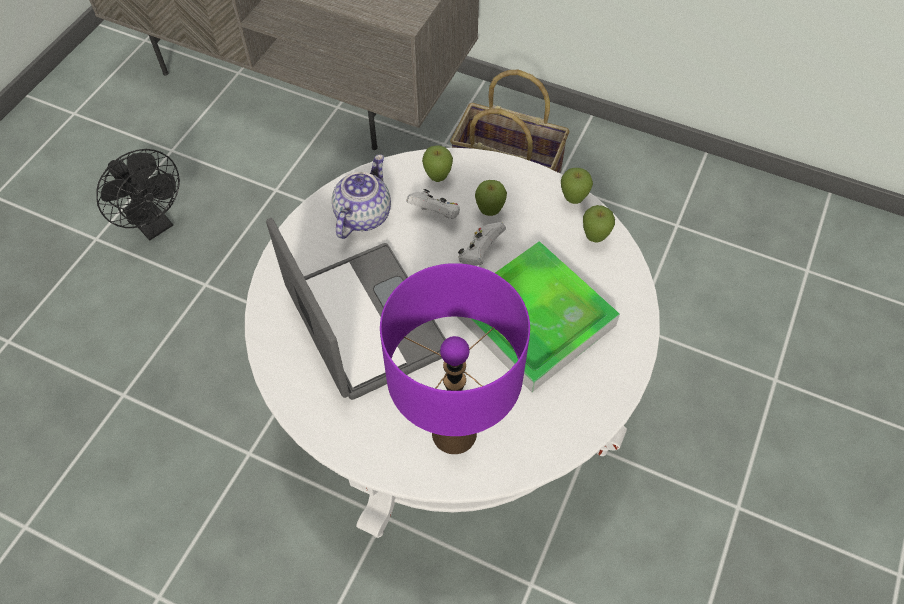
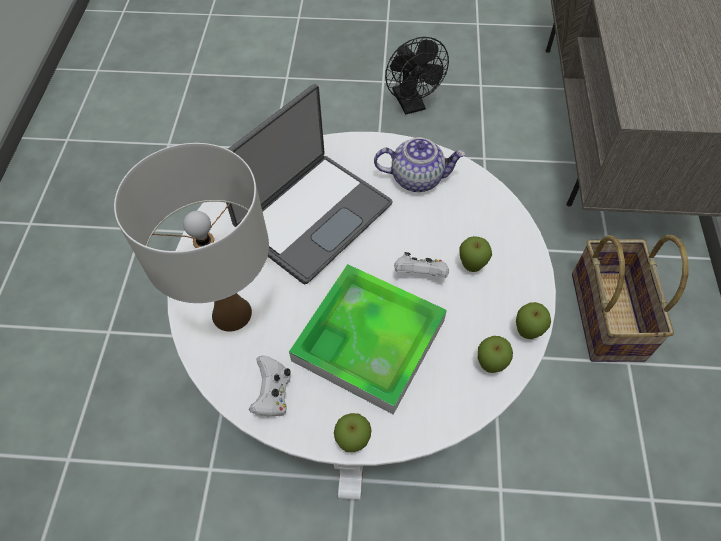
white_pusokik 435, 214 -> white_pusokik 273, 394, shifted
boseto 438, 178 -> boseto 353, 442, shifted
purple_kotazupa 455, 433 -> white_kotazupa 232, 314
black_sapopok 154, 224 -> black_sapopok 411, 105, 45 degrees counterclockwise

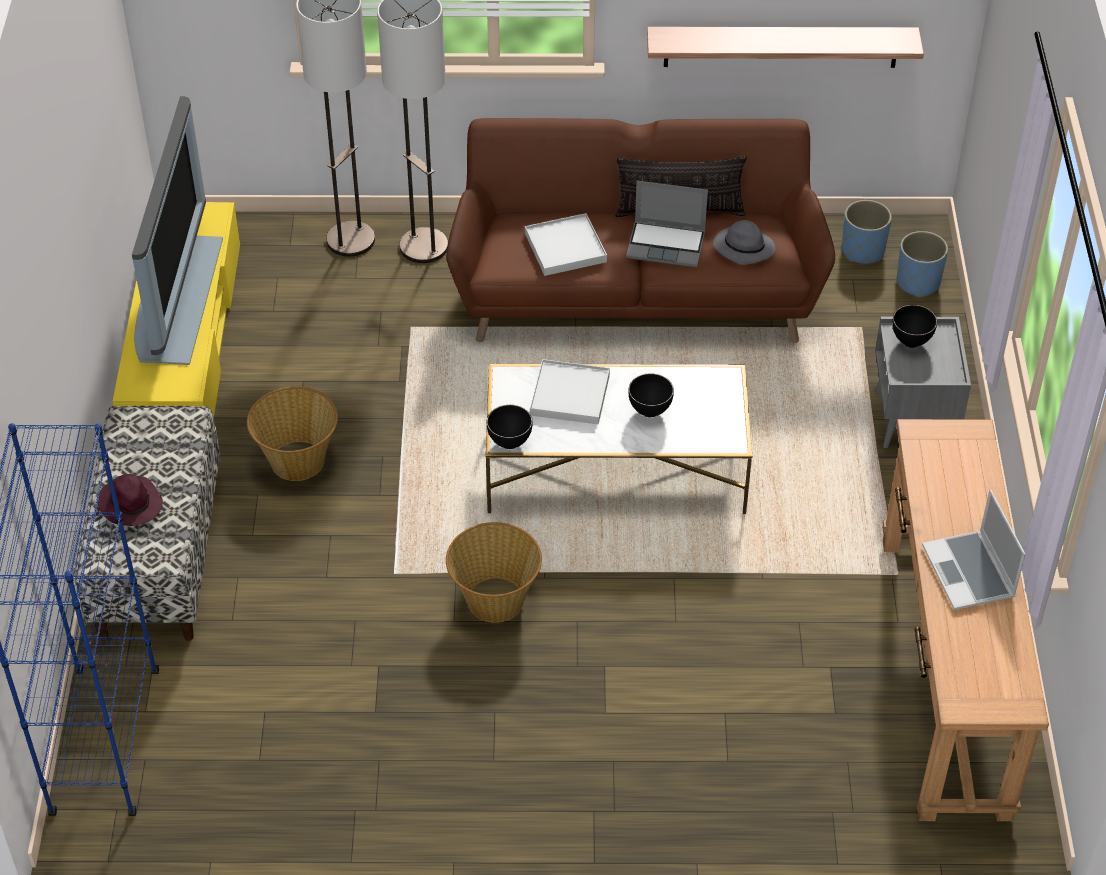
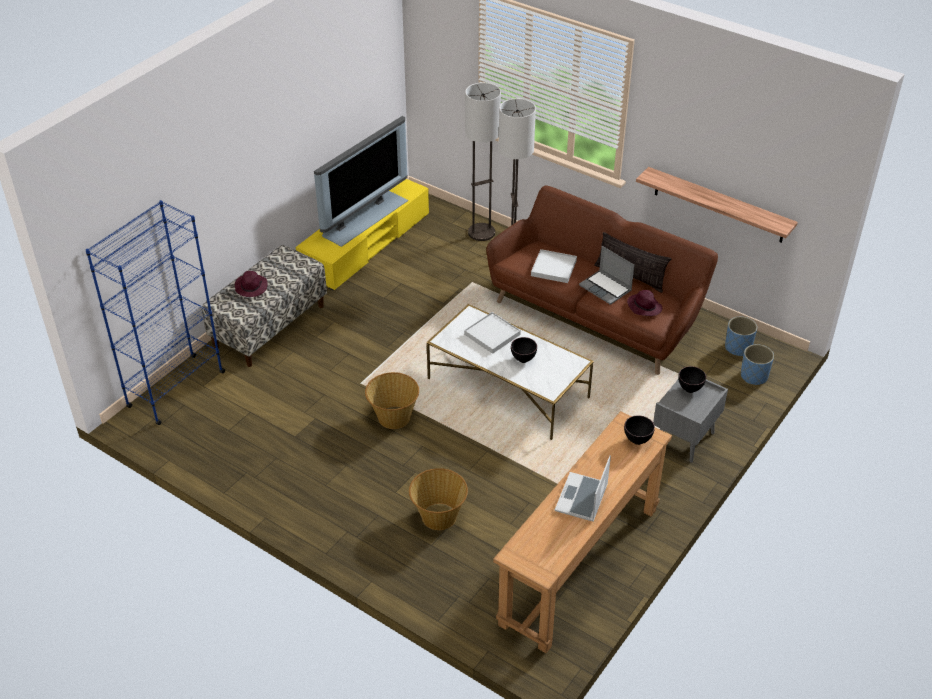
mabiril 297, 462 -> mabiril 438, 517, shifted
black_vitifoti 510, 444 -> black_vitifoti 637, 441, shifted
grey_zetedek 742, 248 -> purple_zetedek 644, 306

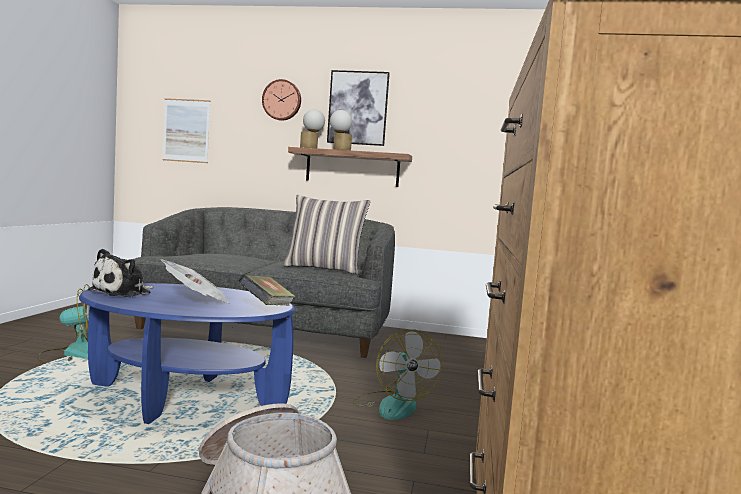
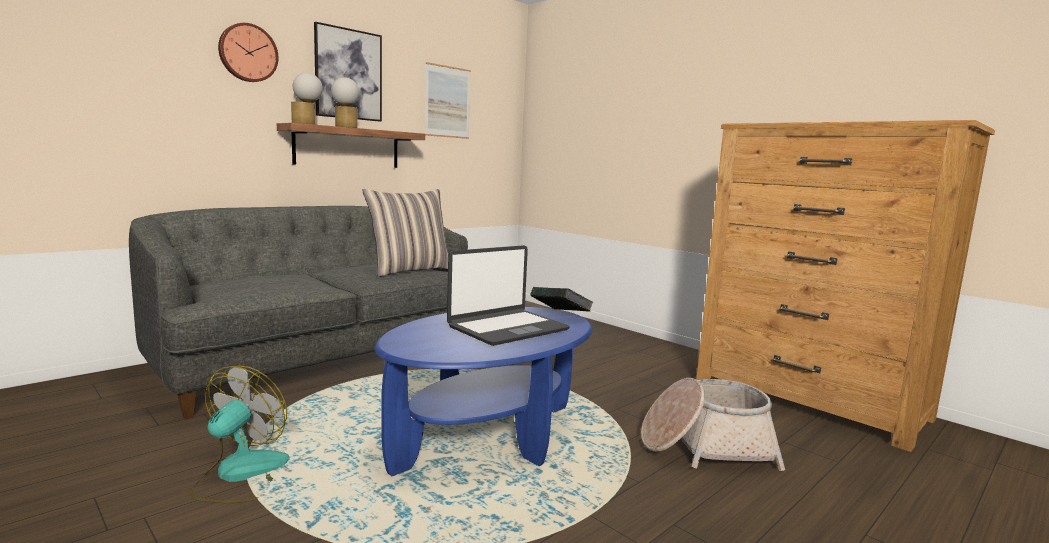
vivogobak 123, 292 -> none
sapopok 392, 405 -> none
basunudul 186, 130 -> basunudul 447, 102, shifted
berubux 196, 300 -> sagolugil 507, 328

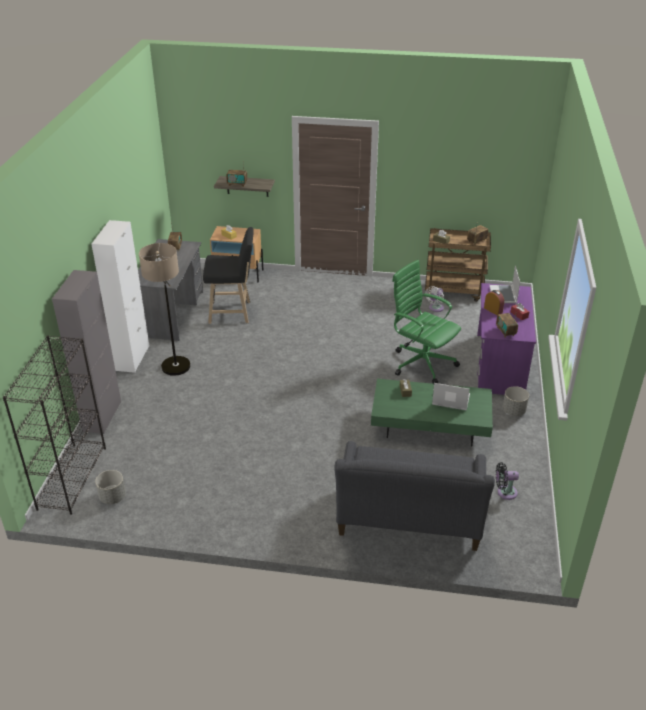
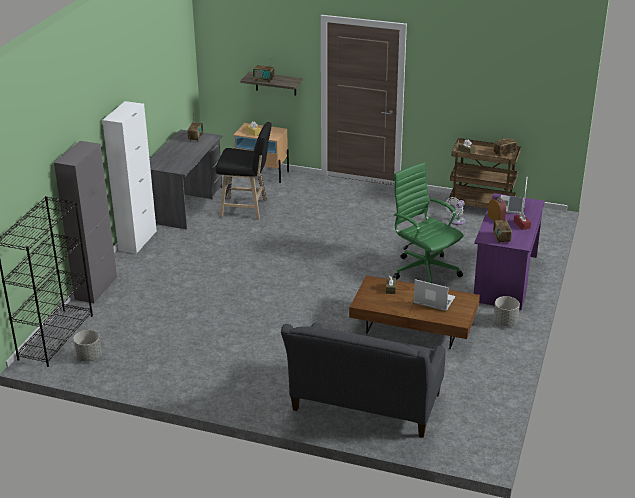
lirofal 175, 374 -> none
black_sapopok 504, 492 -> none
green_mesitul 429, 426 -> brown_mesitul 413, 327

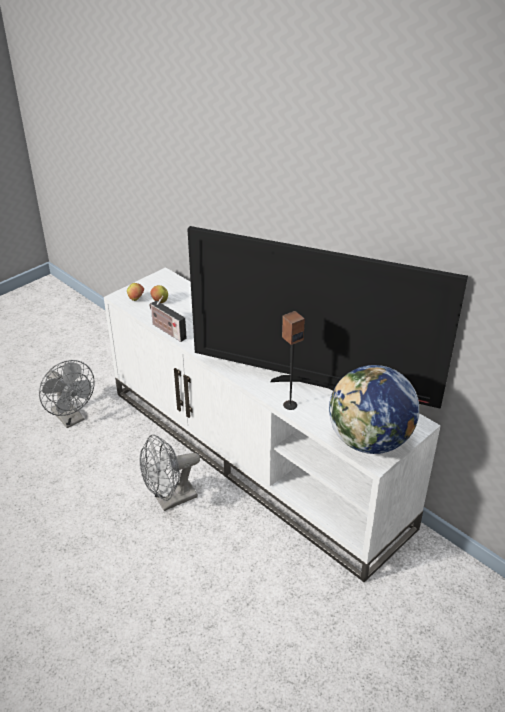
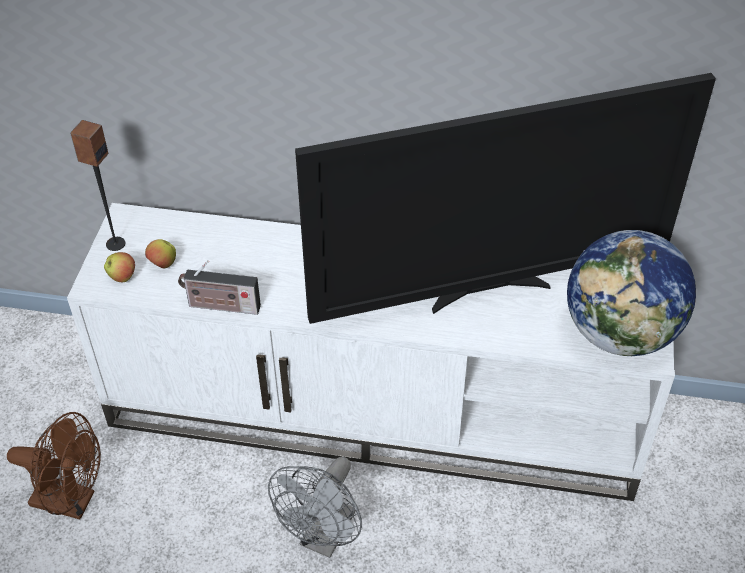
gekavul 290, 405 -> gekavul 115, 243, shifted
grey_sapopok 71, 418 -> brown_sapopok 72, 501

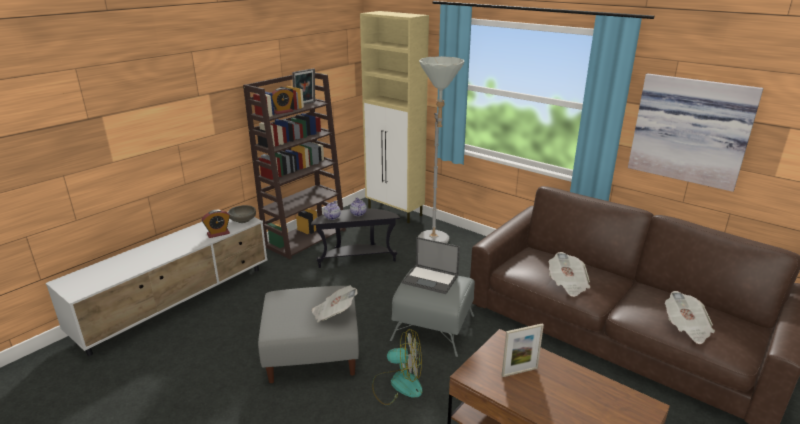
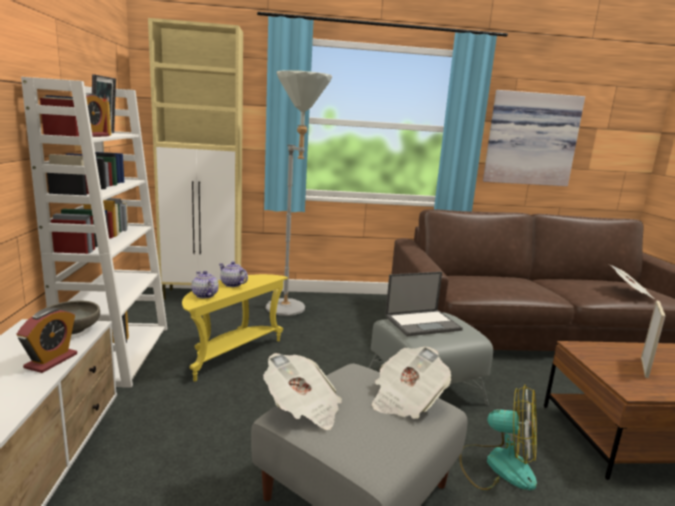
berubux 567, 284 -> berubux 303, 408, shifted
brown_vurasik 305, 237 -> white_vurasik 117, 353
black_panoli 356, 259 -> yellow_panoli 231, 354
sapopok 398, 384 -> sapopok 498, 465, 60 degrees clockwise

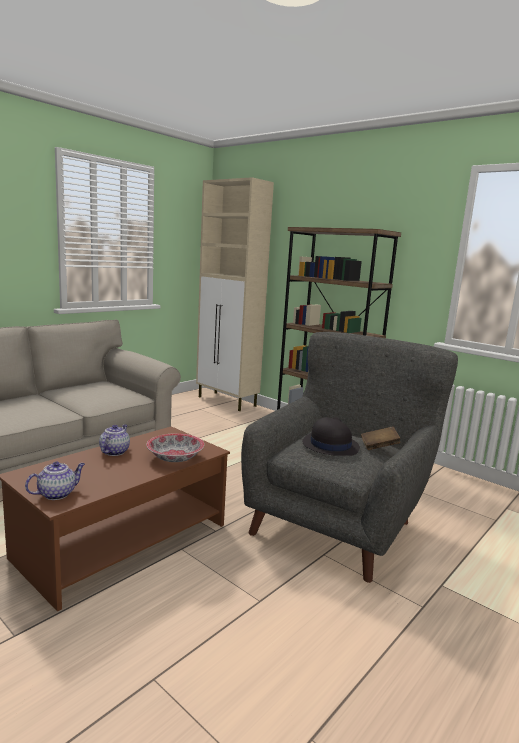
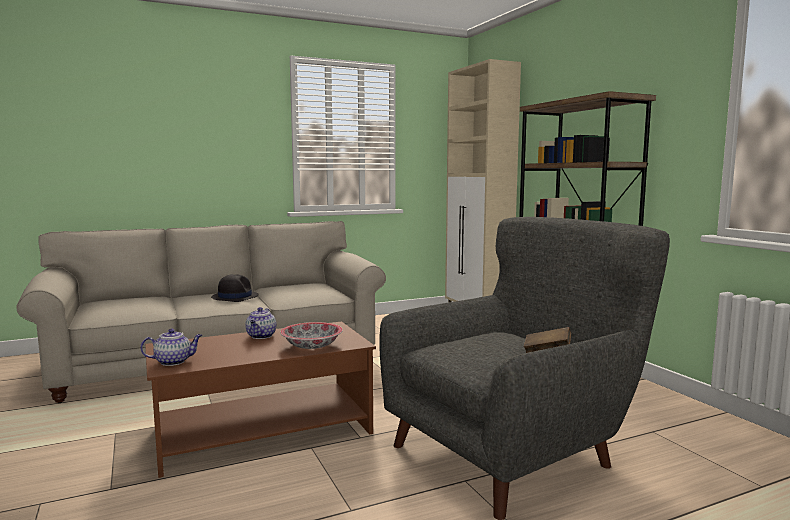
black_zetedek 330, 445 -> black_zetedek 235, 297, shifted
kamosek 114, 451 -> kamosek 261, 336, 150 degrees clockwise

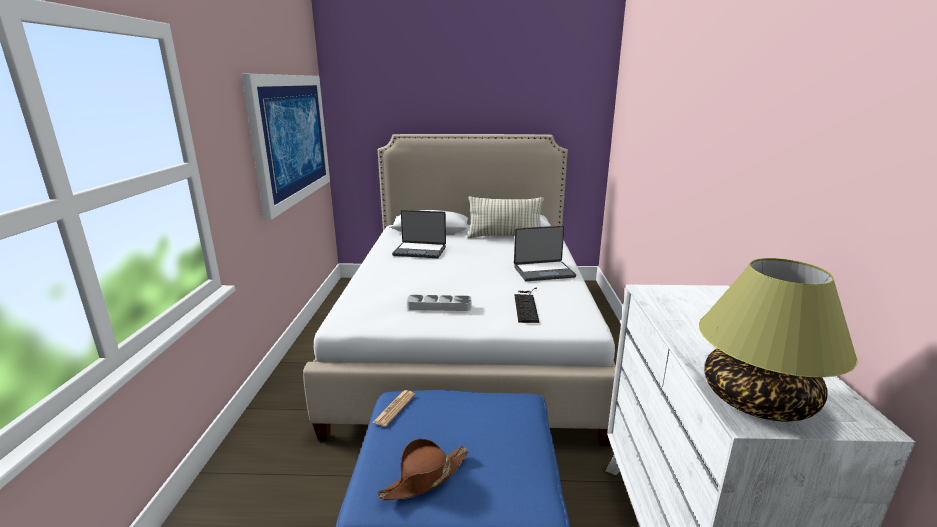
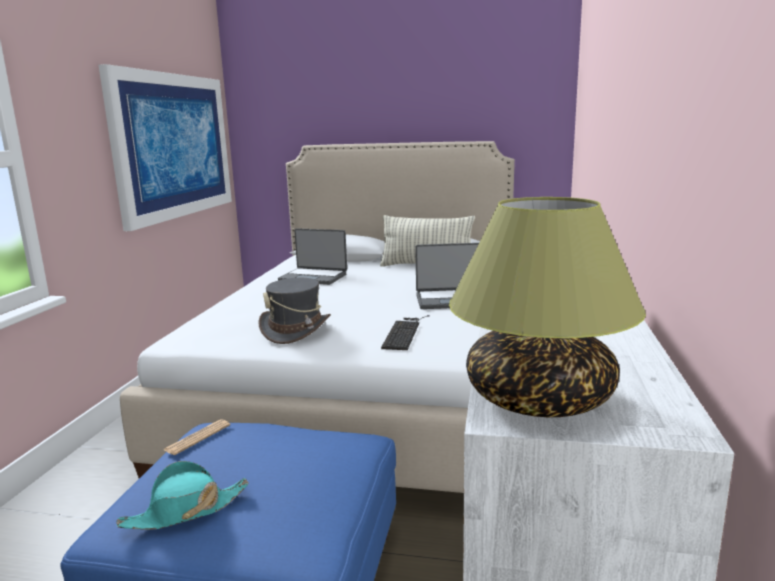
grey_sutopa 439, 306 -> grey_zetedek 296, 330
brown_zetedek 425, 478 -> turquoise_zetedek 185, 511

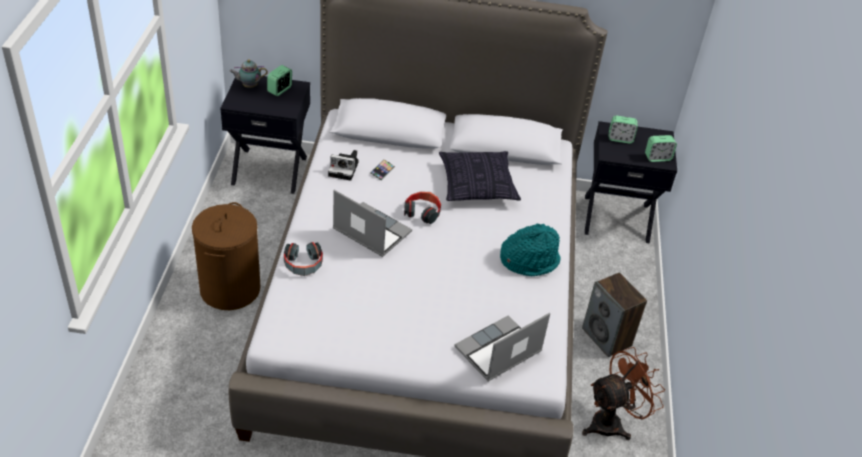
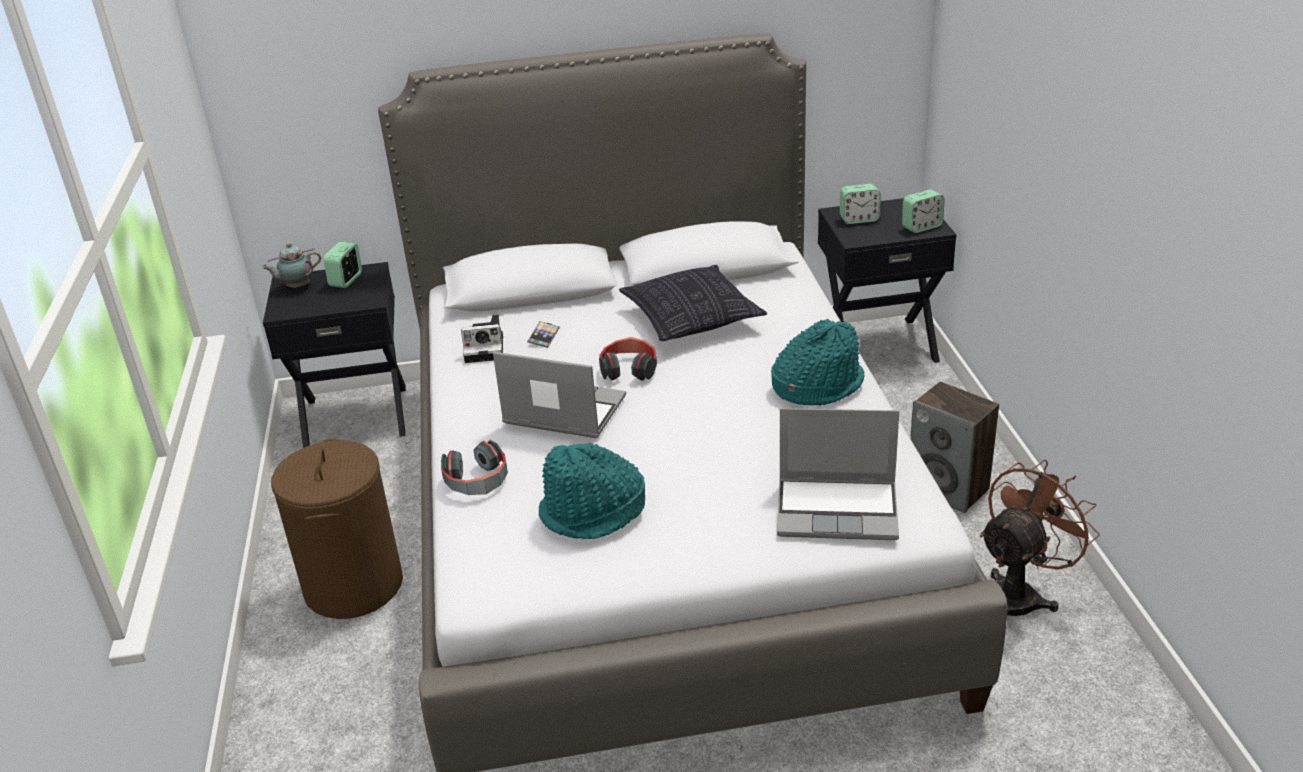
none -> turquoise_zetedek 593, 513
sagolugil 498, 351 -> sagolugil 838, 510, 120 degrees counterclockwise

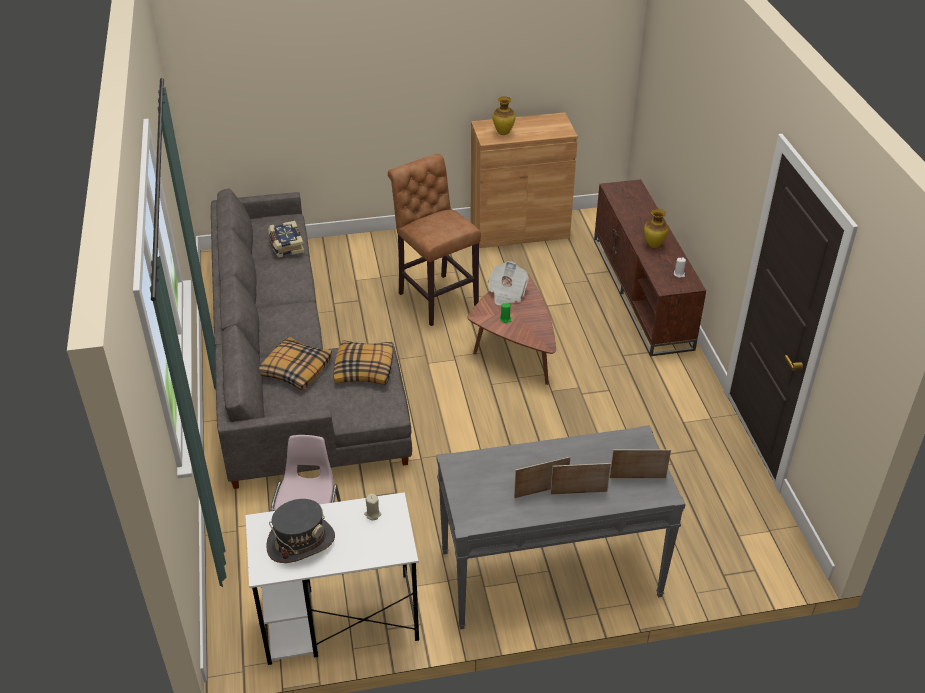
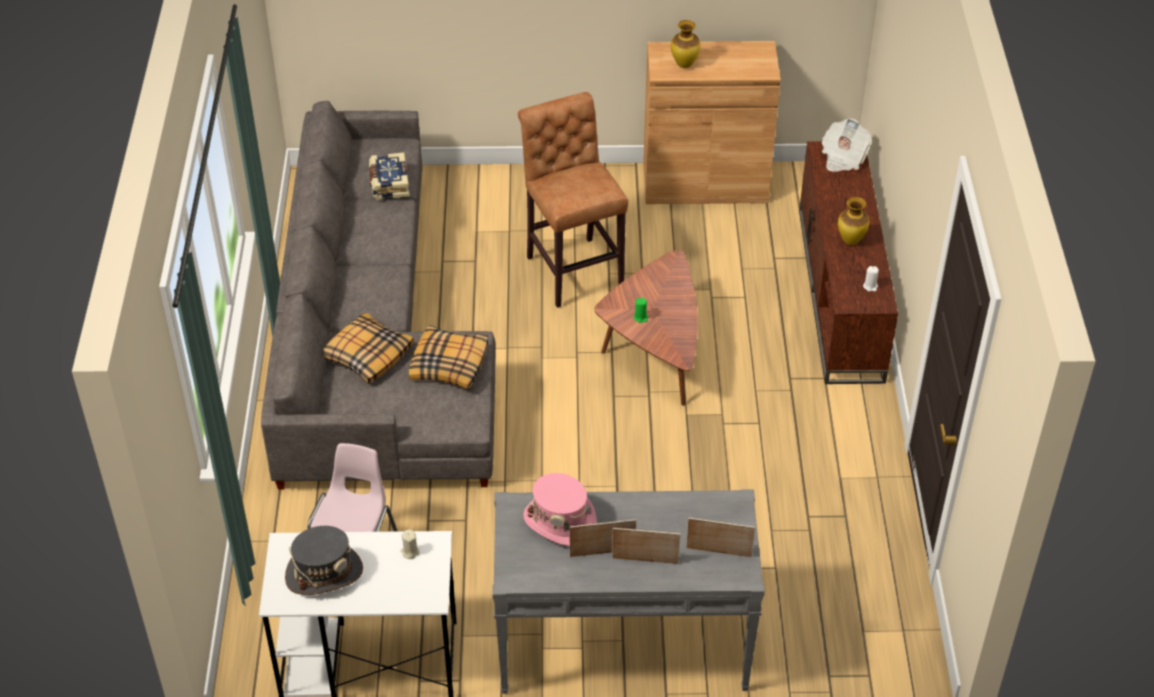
none -> pink_zetedek 560, 521
berubux 507, 293 -> berubux 843, 157, shifted

